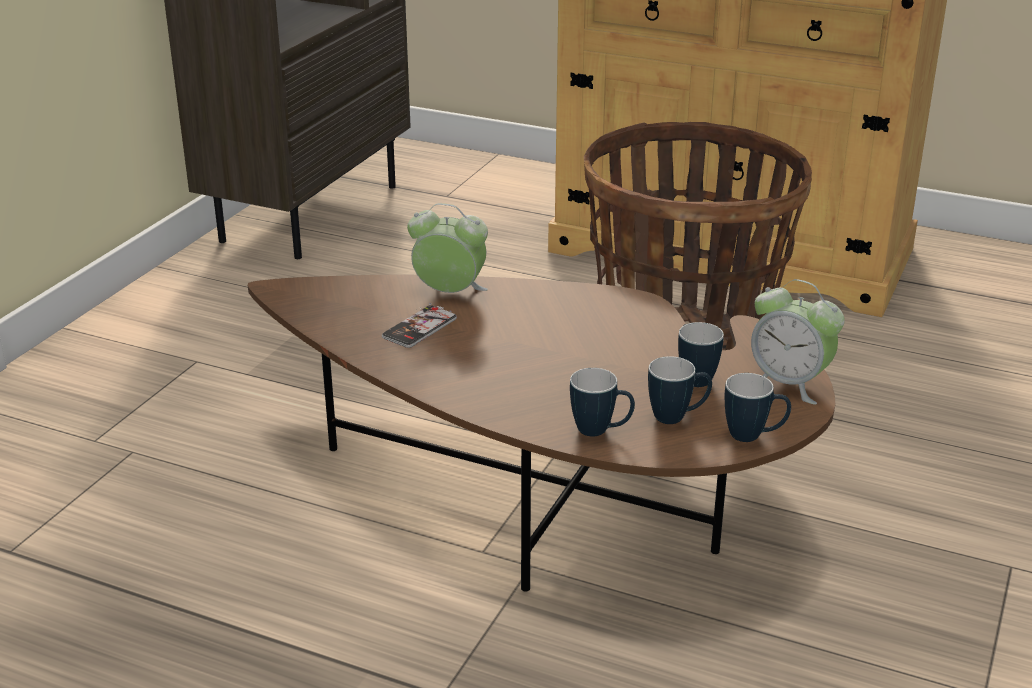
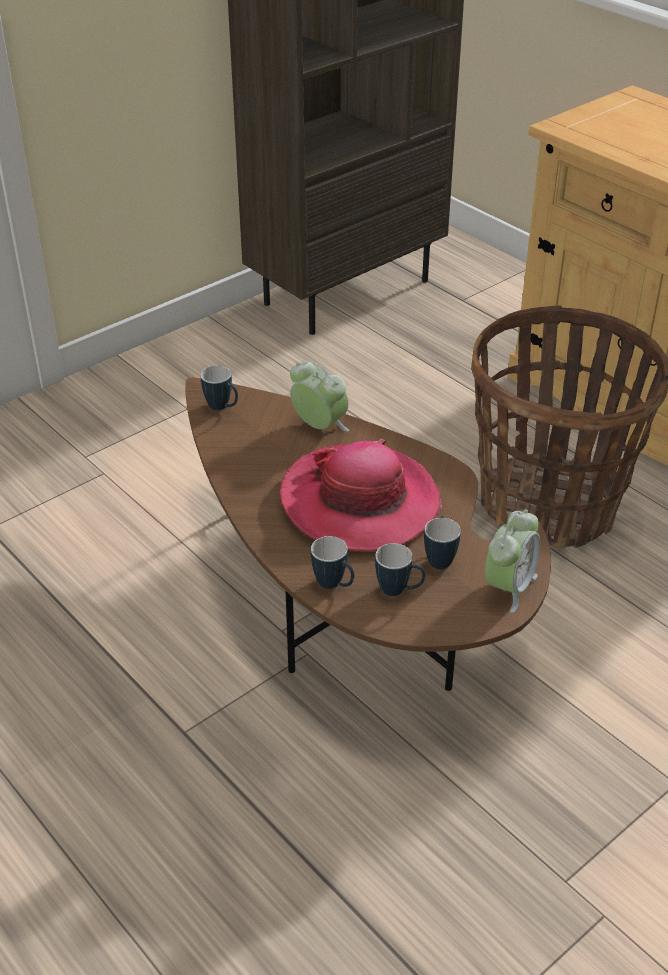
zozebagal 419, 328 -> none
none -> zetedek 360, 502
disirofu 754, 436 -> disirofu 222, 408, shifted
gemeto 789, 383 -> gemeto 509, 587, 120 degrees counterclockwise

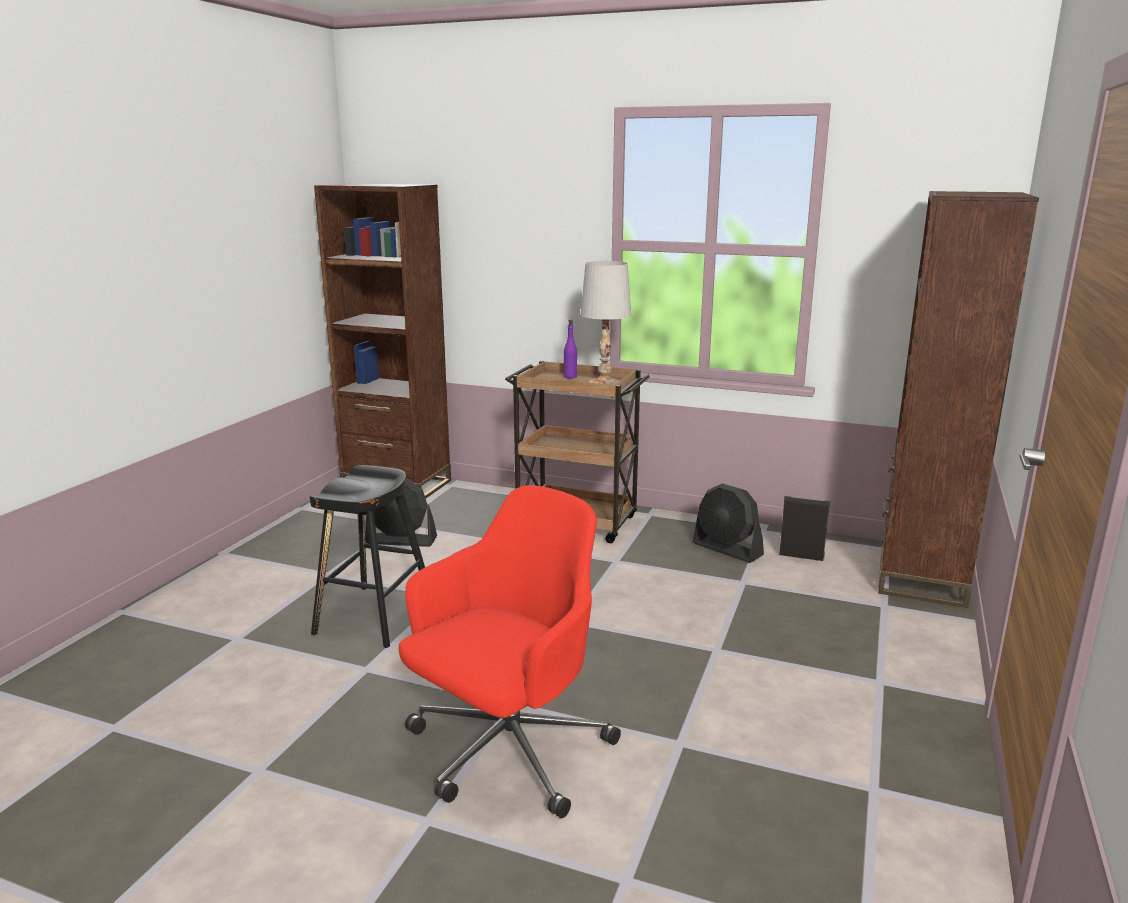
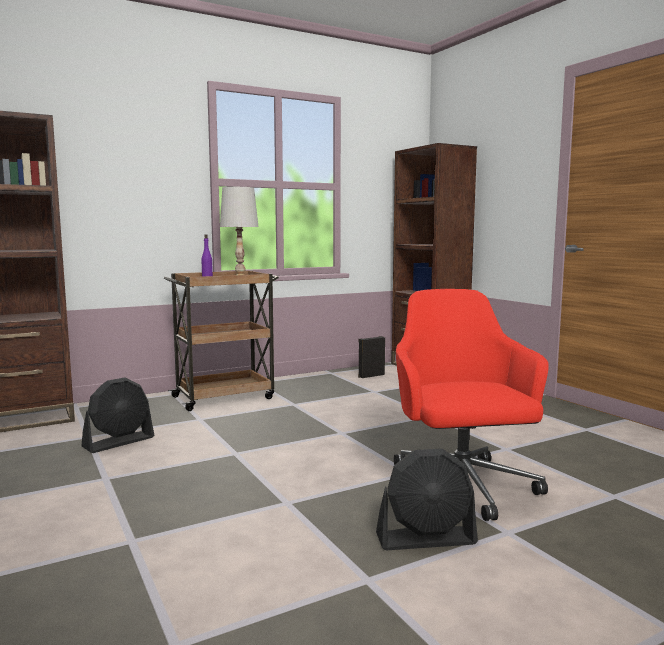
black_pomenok 374, 615 -> none
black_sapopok 727, 549 -> black_sapopok 426, 539, shifted

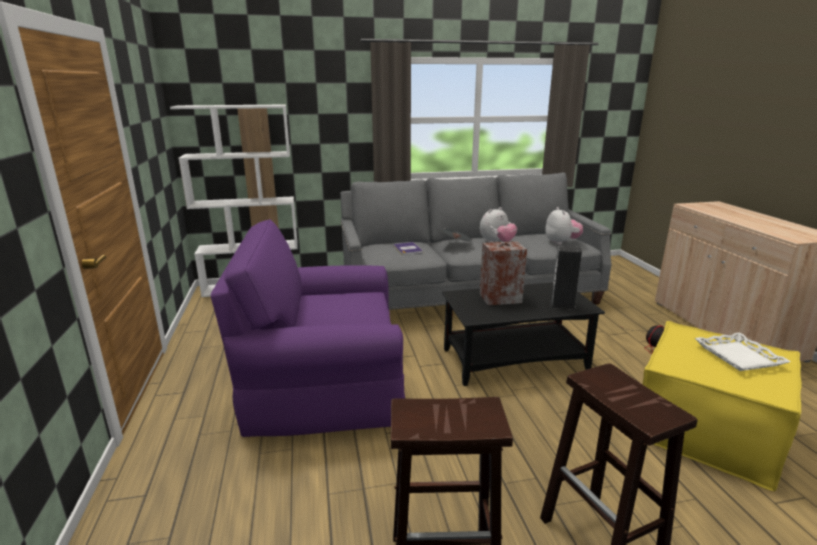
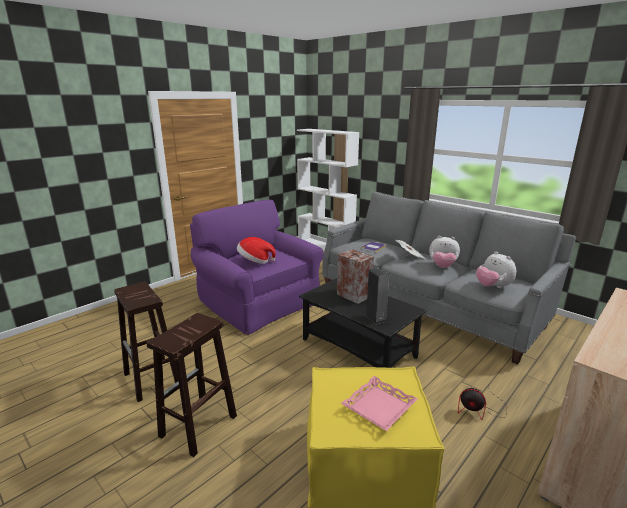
none -> zetedek 255, 261
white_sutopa 739, 356 -> pink_sutopa 379, 407
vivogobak 561, 242 -> vivogobak 493, 287, 105 degrees clockwise

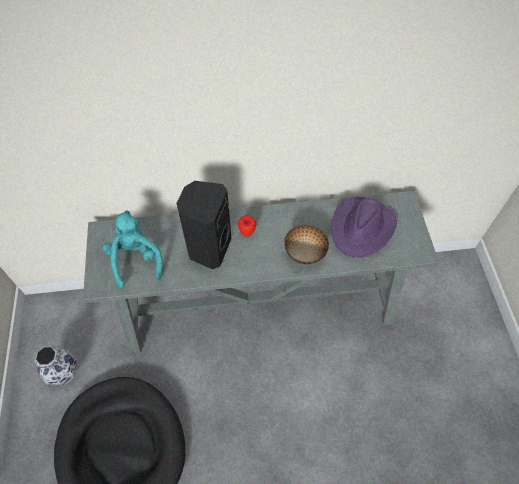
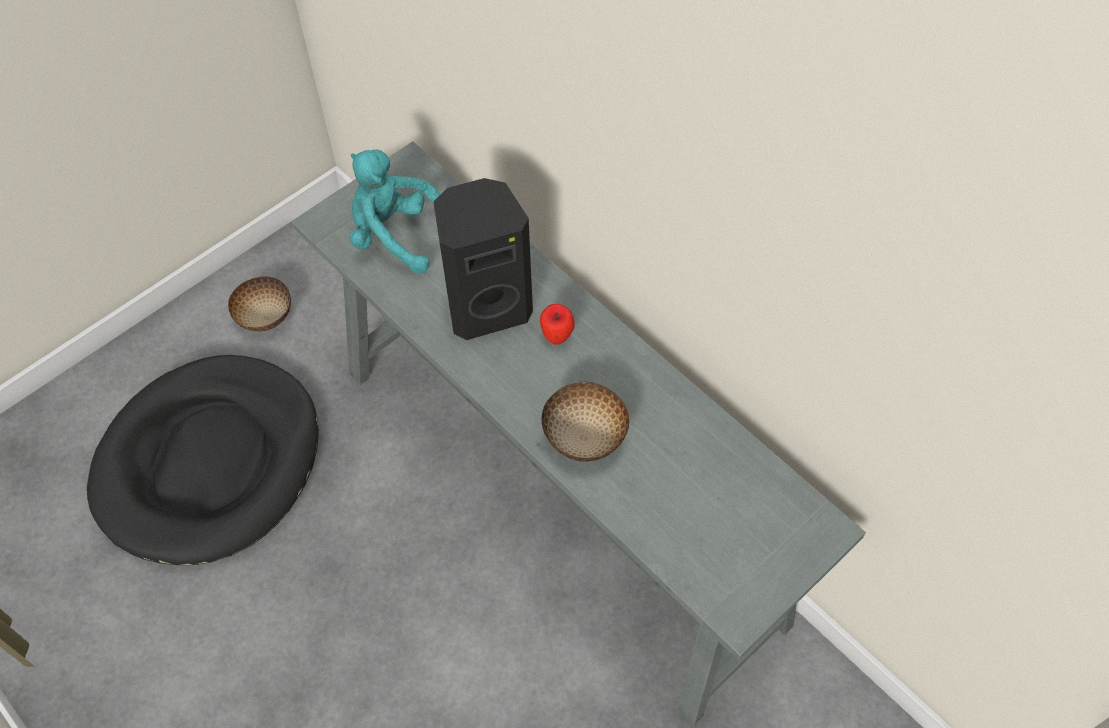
purple_zetedek 362, 228 -> none
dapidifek 63, 373 -> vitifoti 265, 317
turquoise_vivogobak 136, 260 -> turquoise_vivogobak 396, 235, 105 degrees counterclockwise

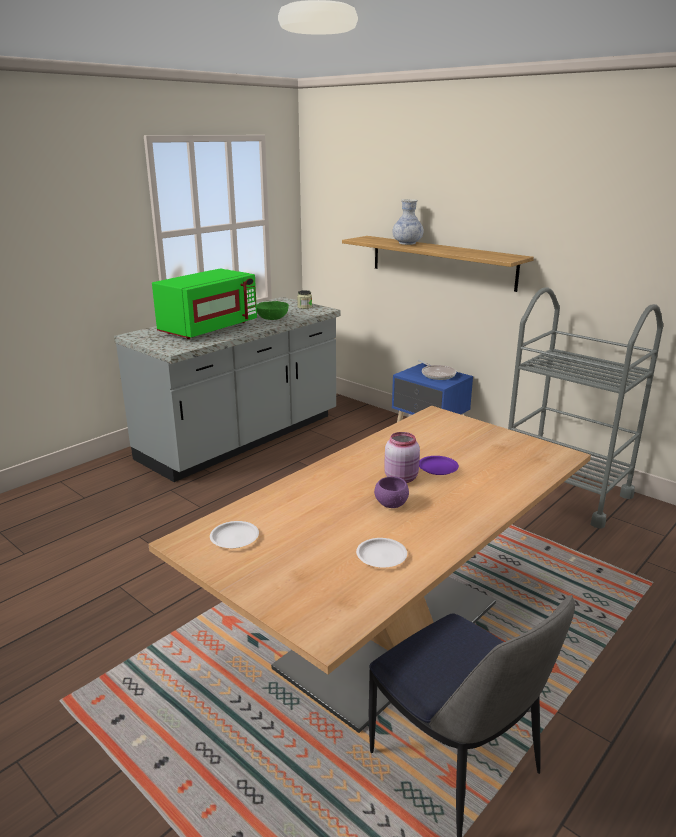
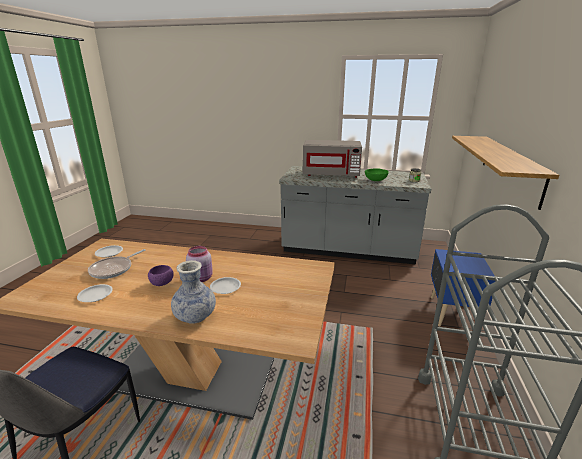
dapidifek 407, 243 -> dapidifek 195, 316, shifted
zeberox 437, 374 -> zeberox 114, 269, shifted
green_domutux 208, 329 -> grey_domutux 331, 174
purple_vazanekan 438, 468 -> white_vazanekan 225, 287

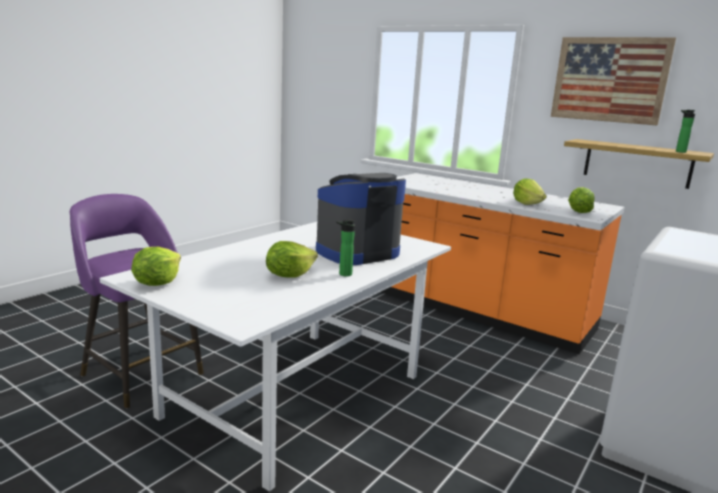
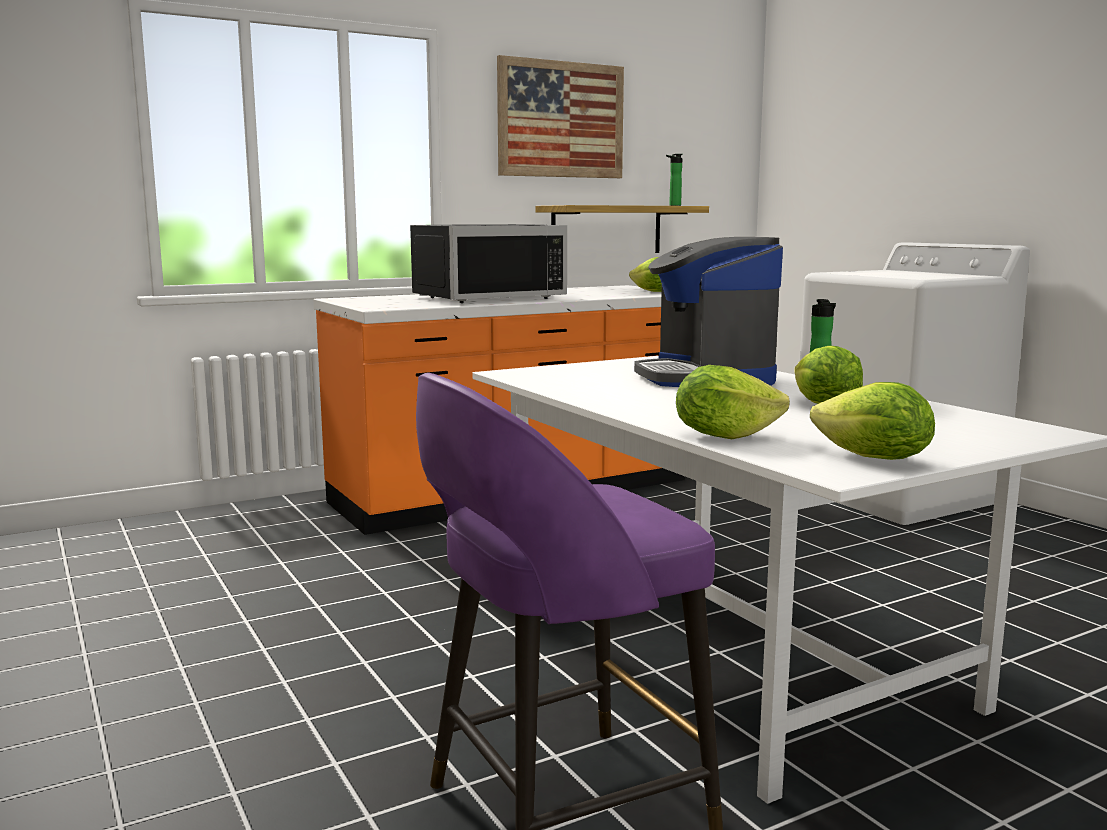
none -> black_domutux 484, 297
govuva 527, 204 -> govuva 724, 435, shifted

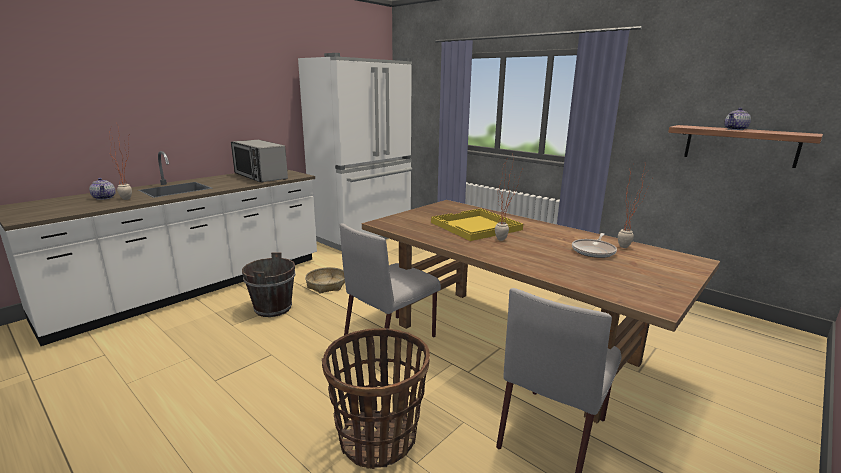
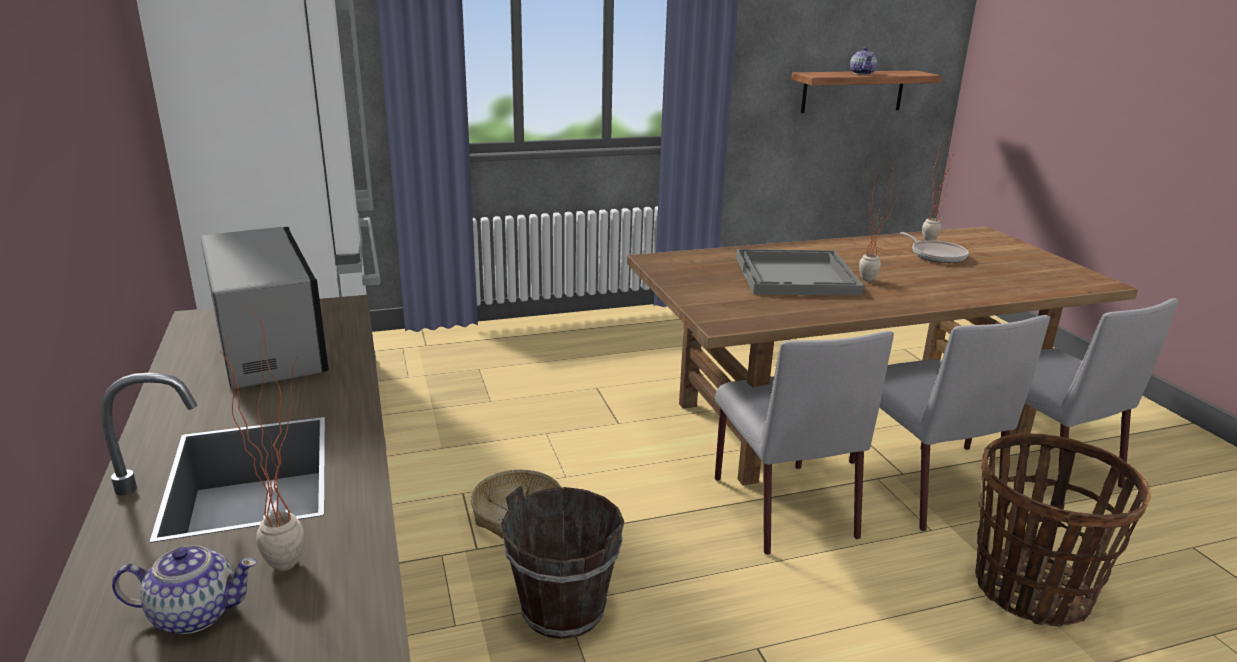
none -> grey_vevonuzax 920, 485
yellow_sutopa 475, 226 -> grey_sutopa 797, 276
domutux 260, 176 -> domutux 270, 345, 105 degrees counterclockwise

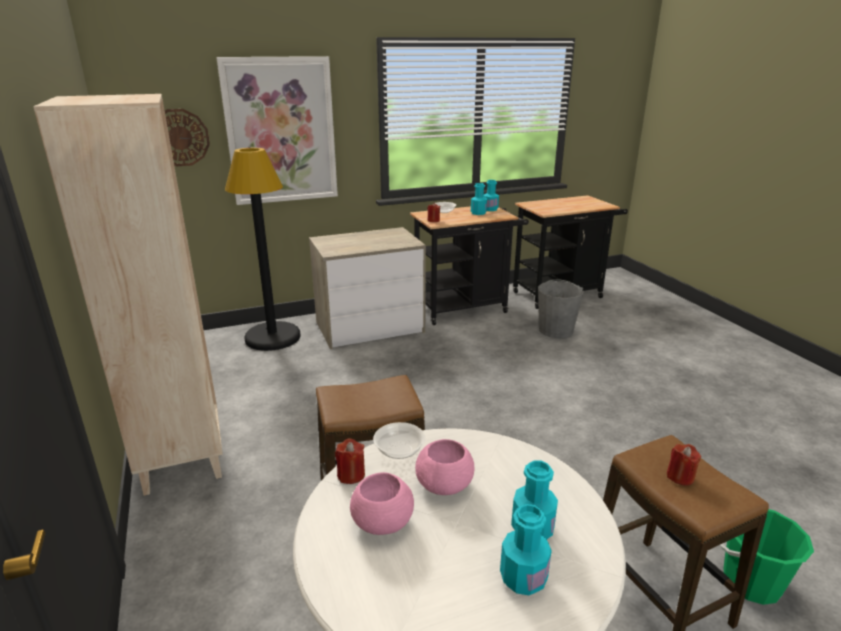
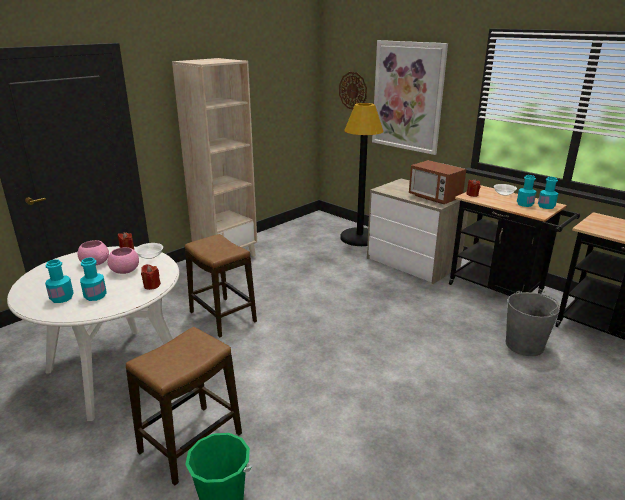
none -> domutux 434, 198
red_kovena 680, 476 -> red_kovena 151, 285, shifted

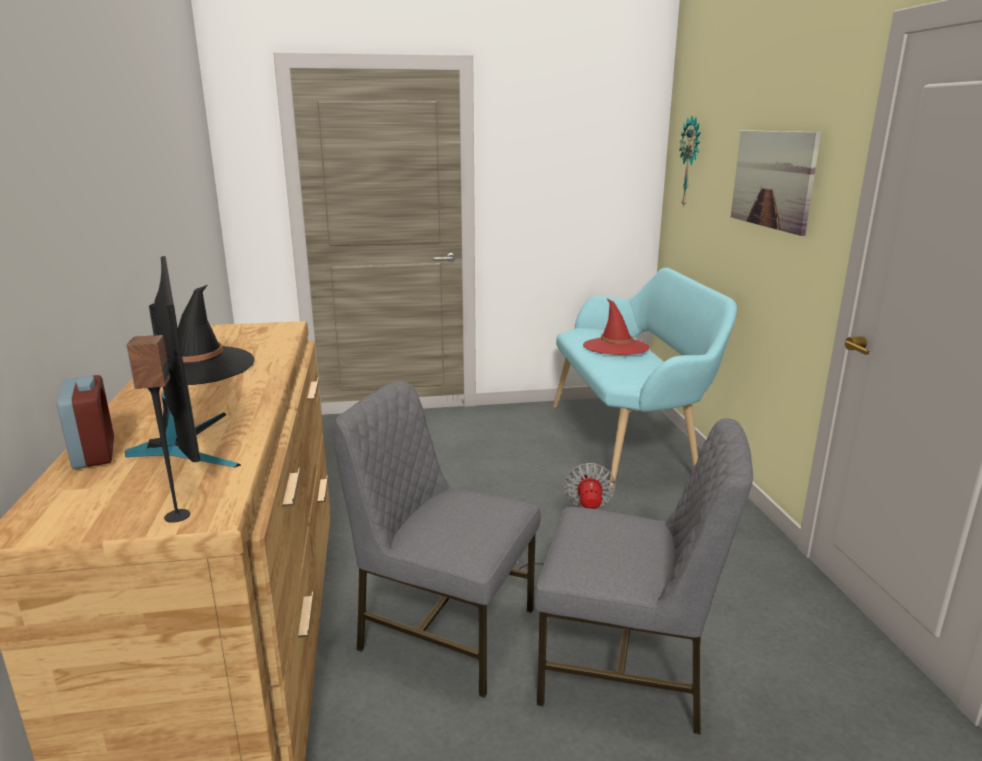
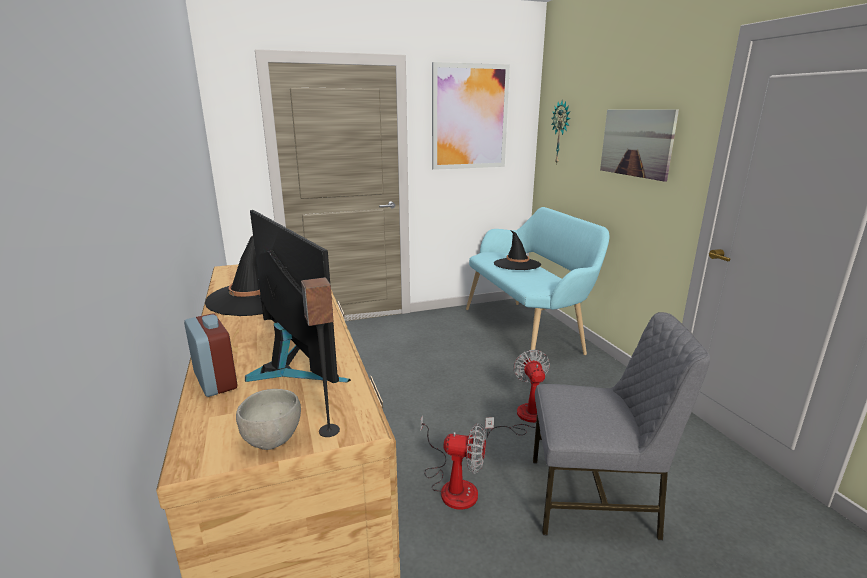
none -> grey_vitifoti 271, 438
none -> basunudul 469, 117
grey_vevonuzax 444, 629 -> sapopok 452, 485
red_zetedek 615, 347 -> black_zetedek 517, 264

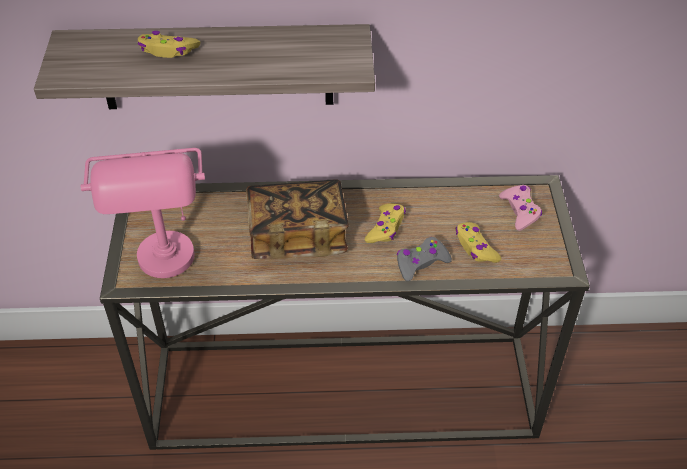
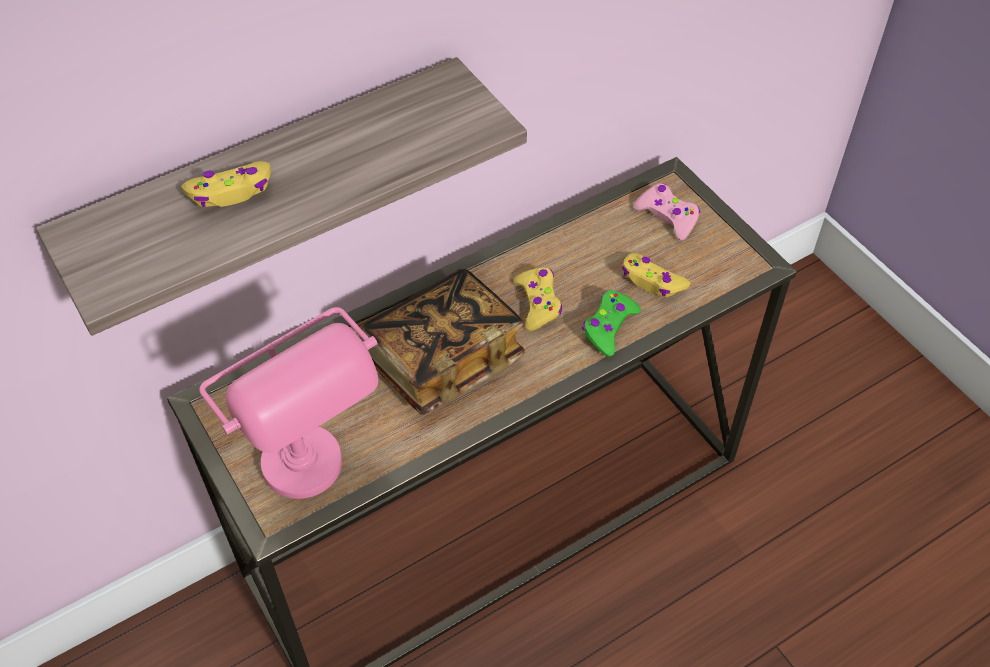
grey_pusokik 421, 263 -> green_pusokik 609, 327

